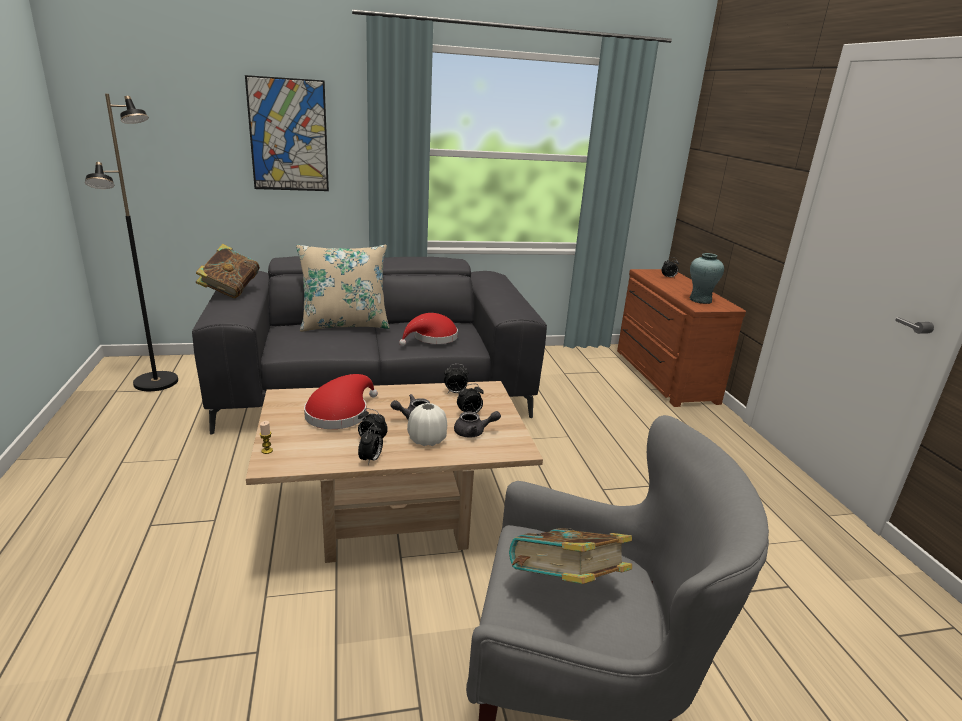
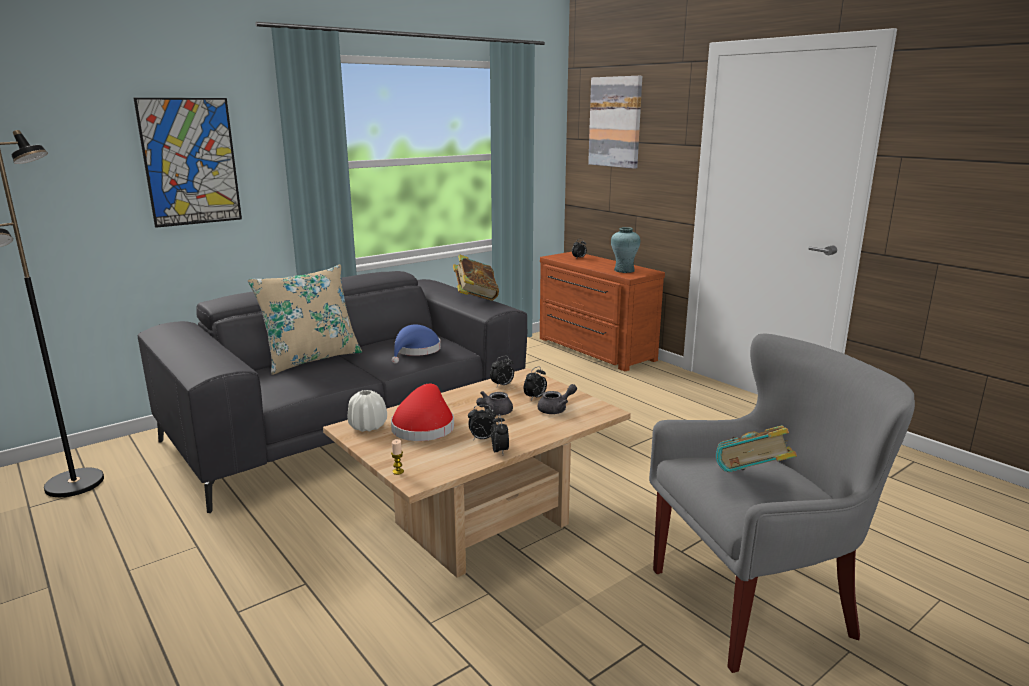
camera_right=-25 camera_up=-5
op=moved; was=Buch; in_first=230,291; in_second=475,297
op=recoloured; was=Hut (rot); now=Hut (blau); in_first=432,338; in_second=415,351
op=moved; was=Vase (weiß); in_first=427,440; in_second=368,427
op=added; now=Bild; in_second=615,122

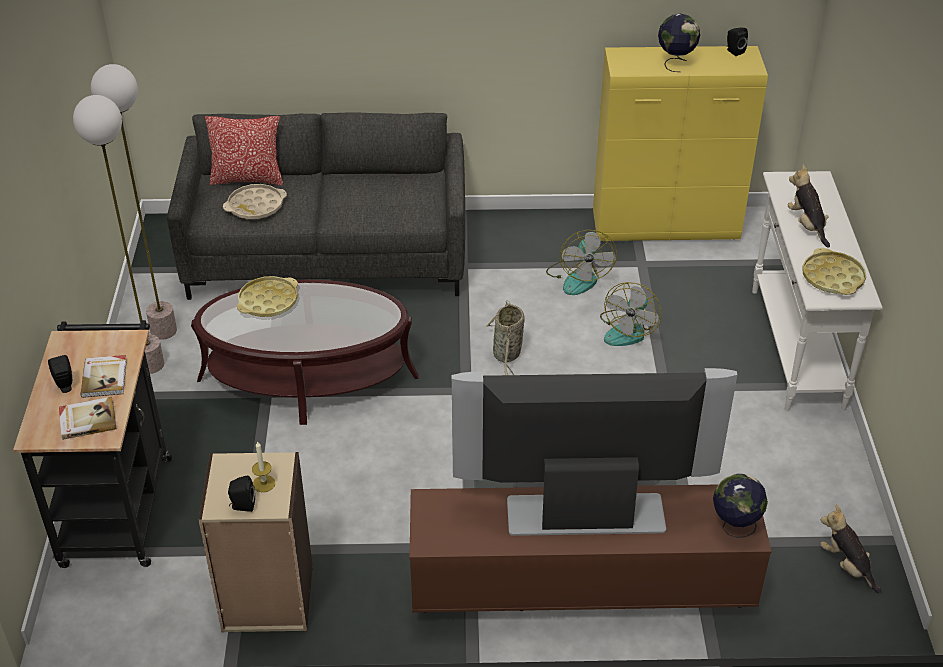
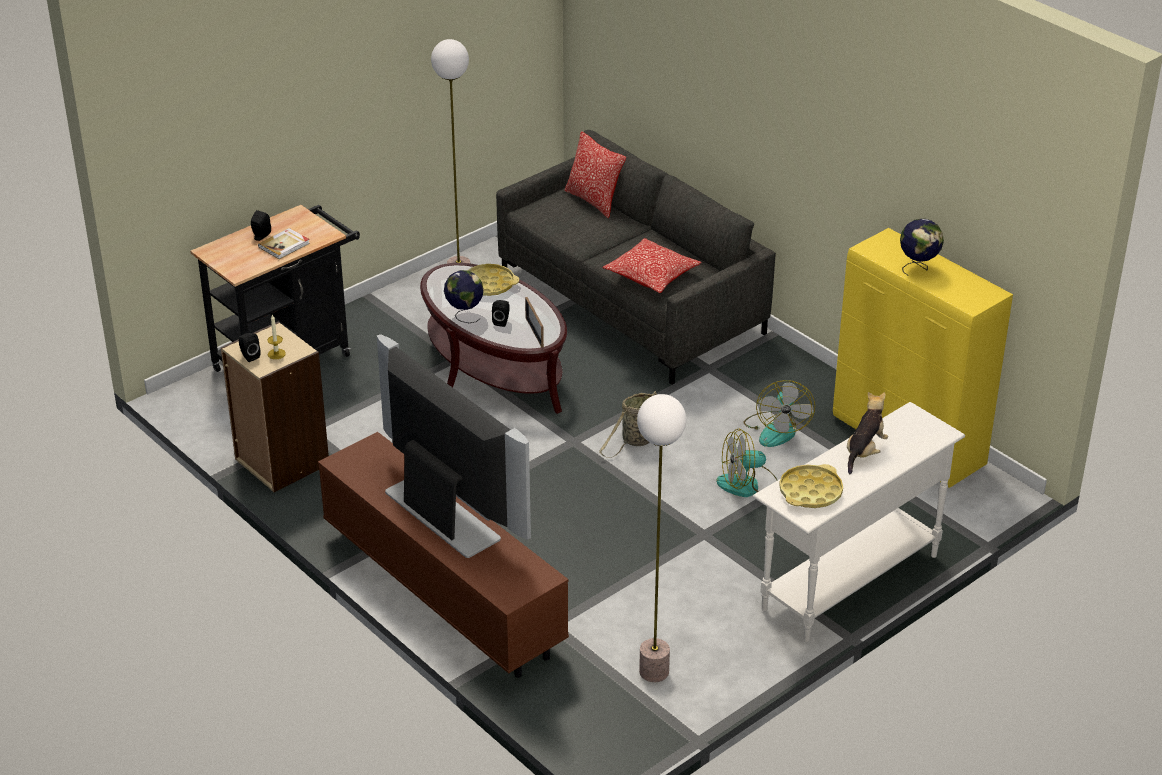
camera_right=50 camera_up=-5
op=moved; was=Lautsprecher (schwarz); in_first=734,51; in_second=502,321
op=moved; was=Stehlampe; in_first=150,365; in_second=653,672
op=removed; was=Tablett (beige); in_first=255,206
op=turned; was=Ventilator; in_first=578,277; in_second=776,429; clockwise=-45
op=removed; was=Buch; in_first=87,420
op=moved; was=Globus; in_first=734,527; in_second=464,315
op=removed; was=Plüschtier; in_first=846,565
op=added; now=Kissen; in_second=651,276
op=added; now=Bilderrahmen; in_second=534,332

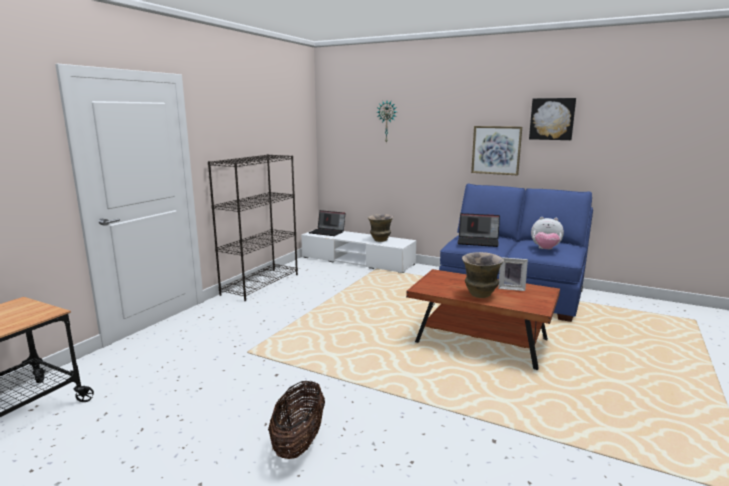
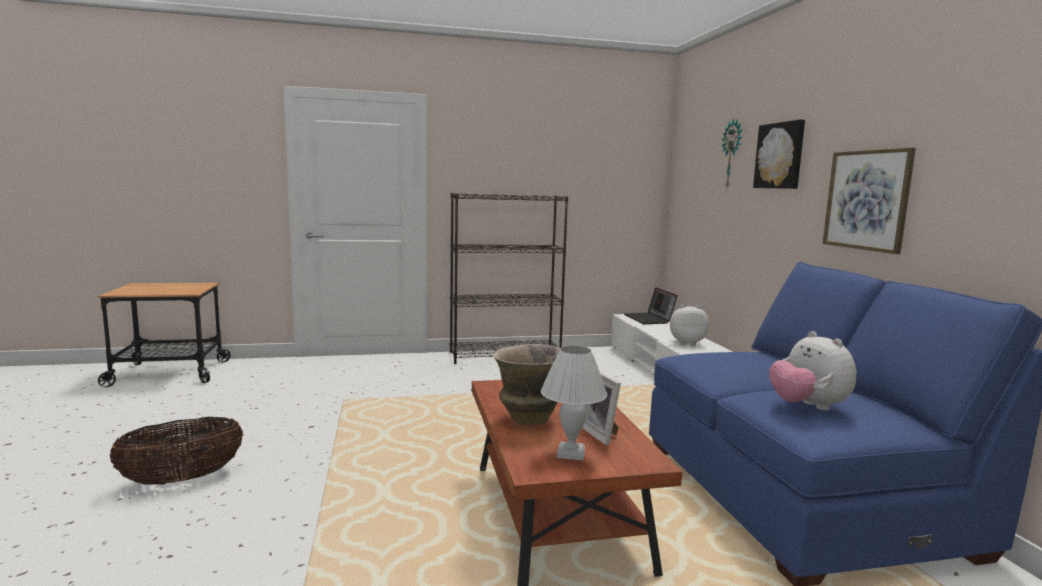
camera_right=50 camera_up=-5
op=moved; was=Bild; in_first=552,119; in_second=780,156
op=removed; was=Laptop; in_first=478,241
op=replaced; was=Vase; now=Plüschtier; in_first=380,240; in_second=686,343
op=added; now=Tischlampe (weiß); in_second=570,453

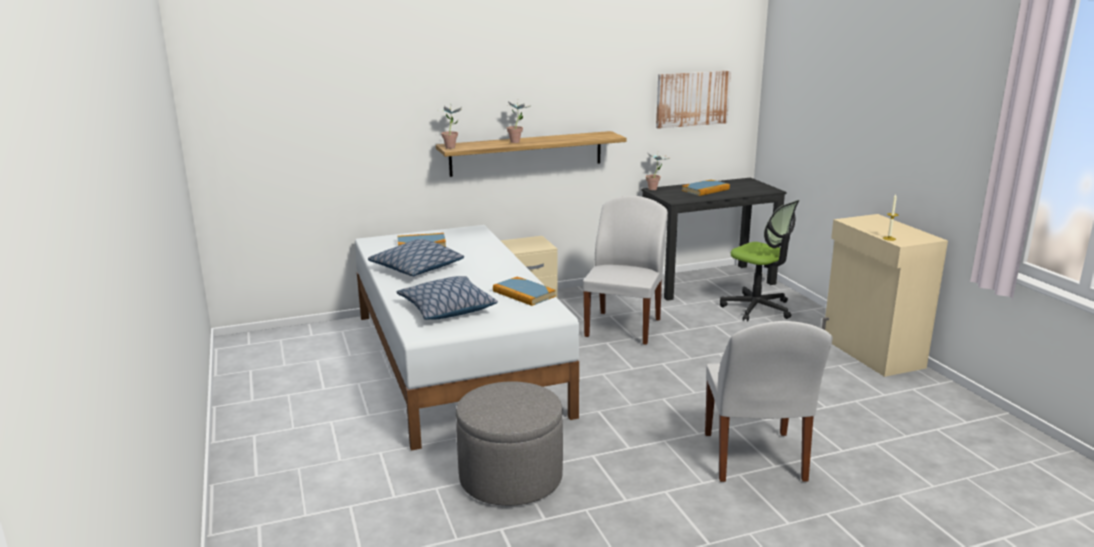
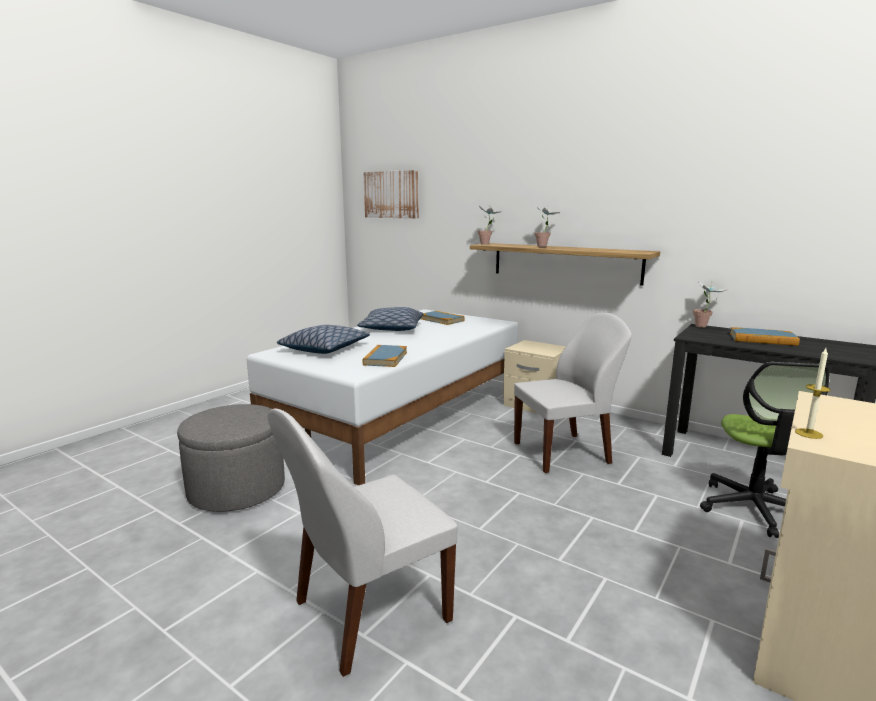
camera_right=55 camera_up=-5
op=moved; was=Bild; in_first=692,99; in_second=391,194

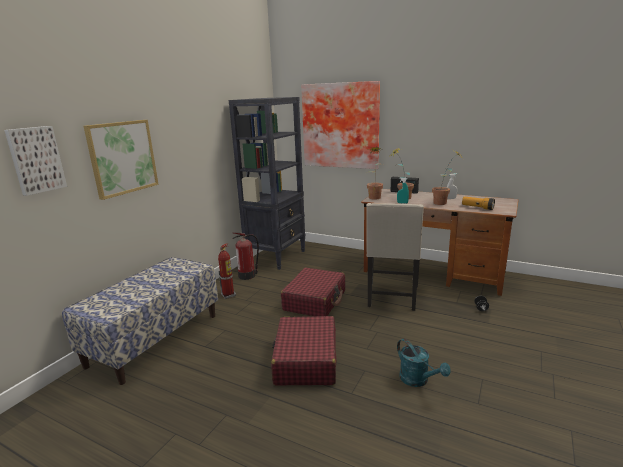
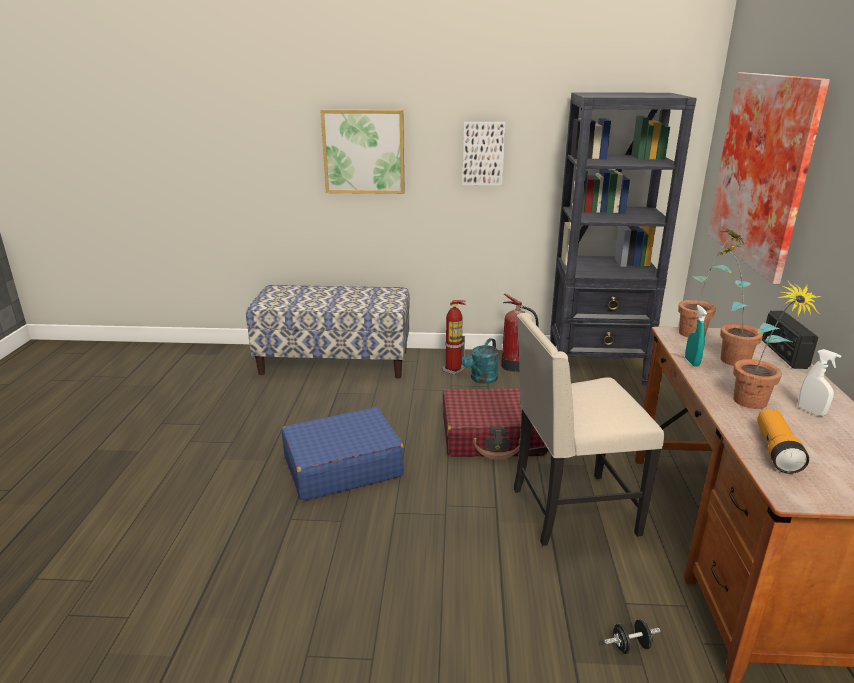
camera_right=65 camera_up=5
op=moved; was=Bild; in_first=35,160; in_second=483,153
op=recoloured; was=Koffer (rot); now=Koffer (blau); in_first=306,360; in_second=342,467
op=moved; was=Gießkanne (türkis); in_first=418,380; in_second=481,379

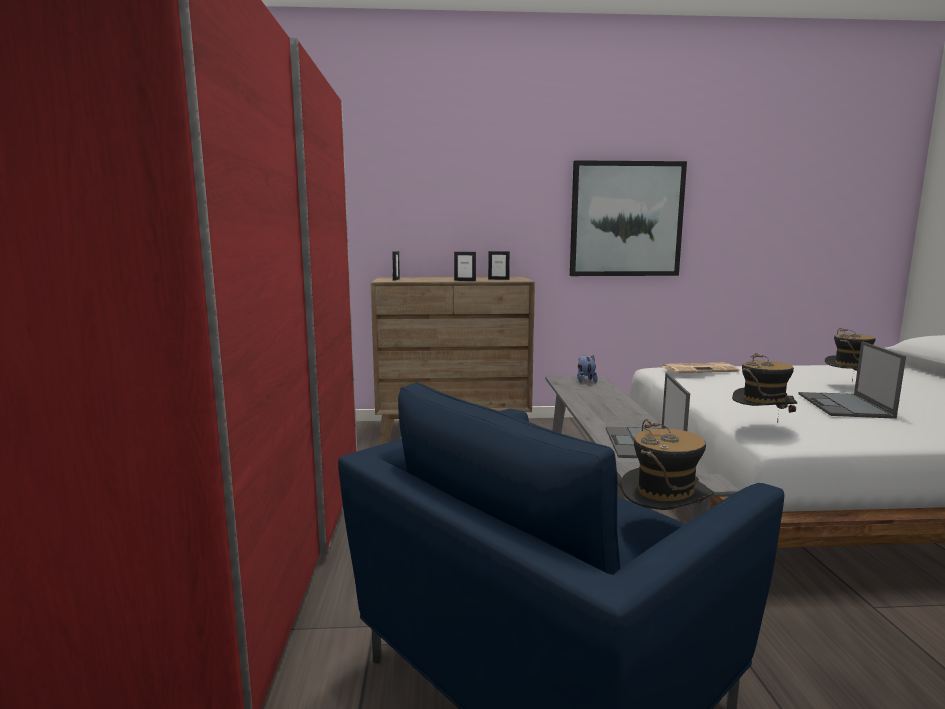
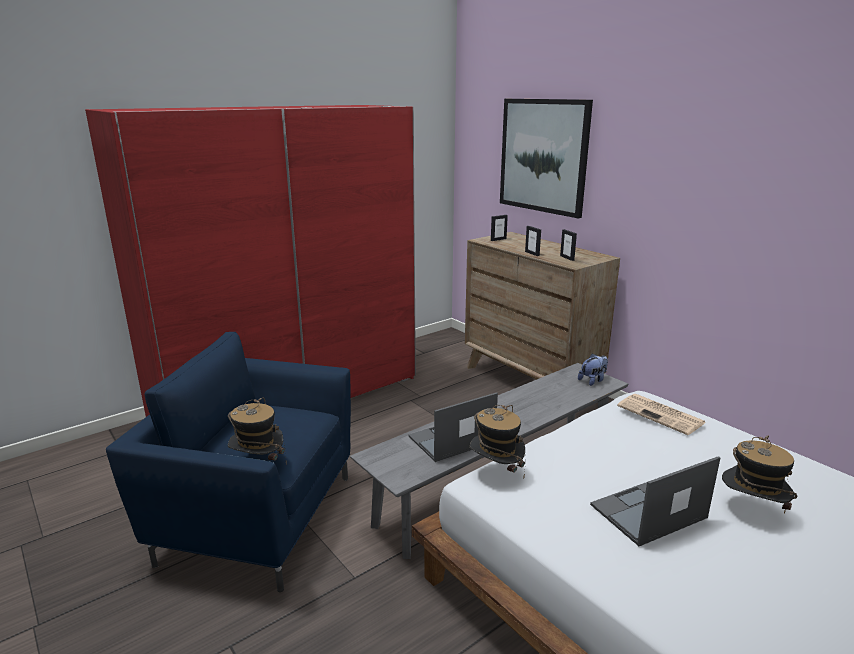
camera_right=55 camera_up=10
op=moved; was=Bild; in_first=626,219; in_second=543,156

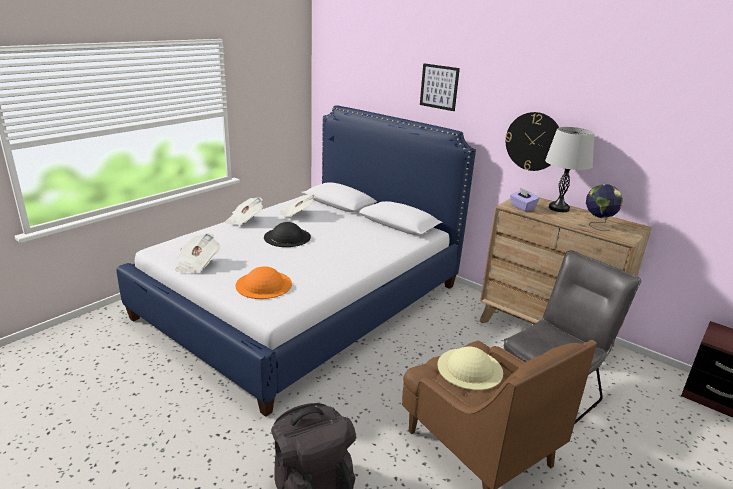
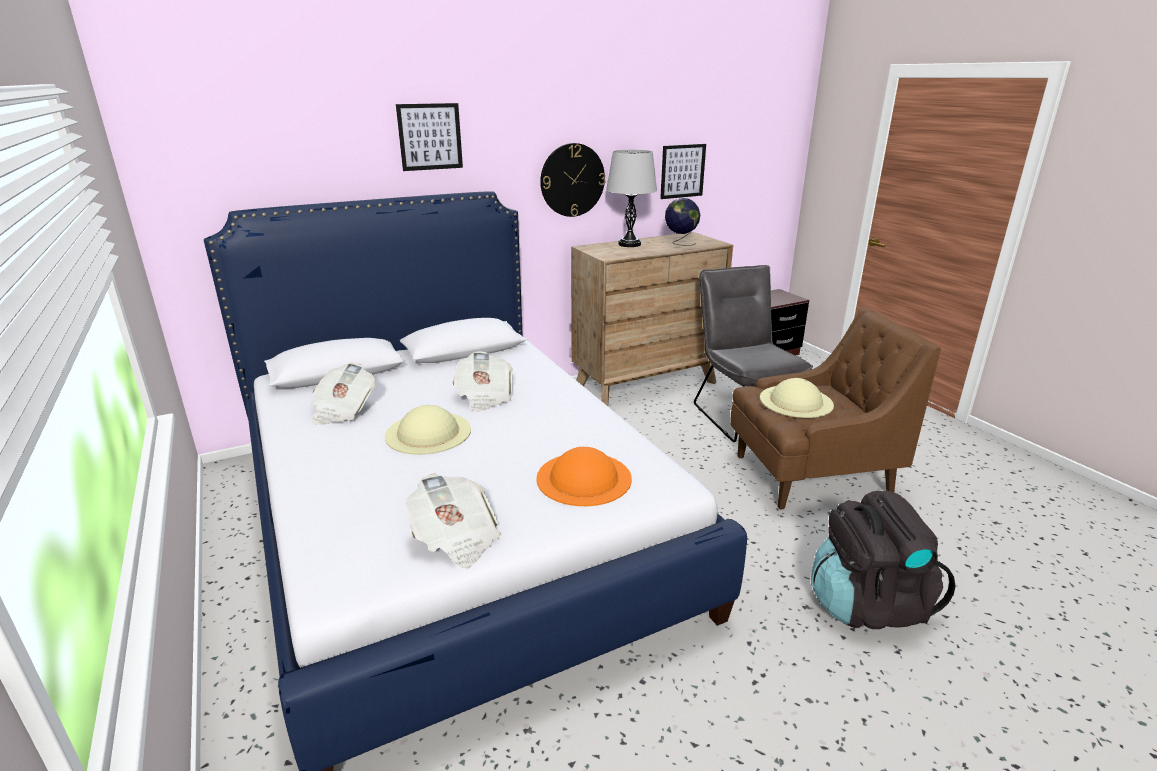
camera_right=-65 camera_up=0
op=removed; was=Taschentuchbox (lila); in_first=522,207
op=moved; was=Zeitung; in_first=244,221; in_second=484,396
op=recoloured; was=Hut (schwarz); now=Hut (beige); in_first=287,237; in_second=428,432
op=added; now=Bild; in_second=682,171

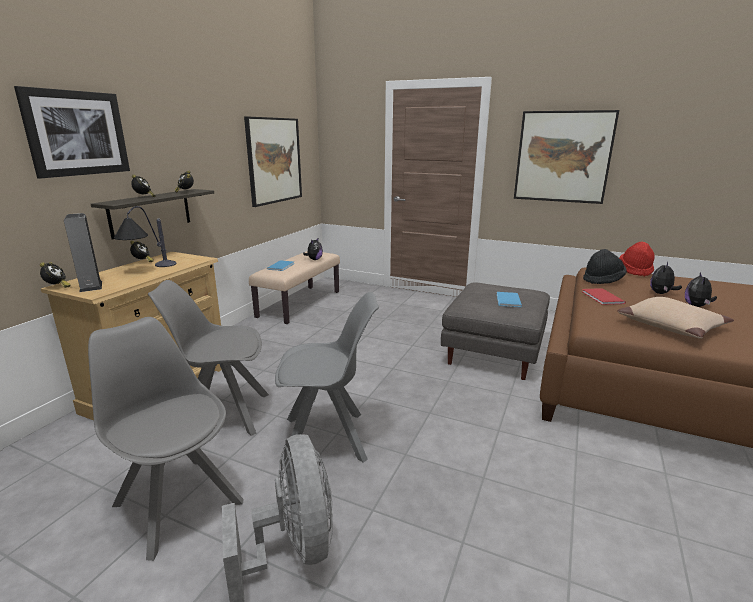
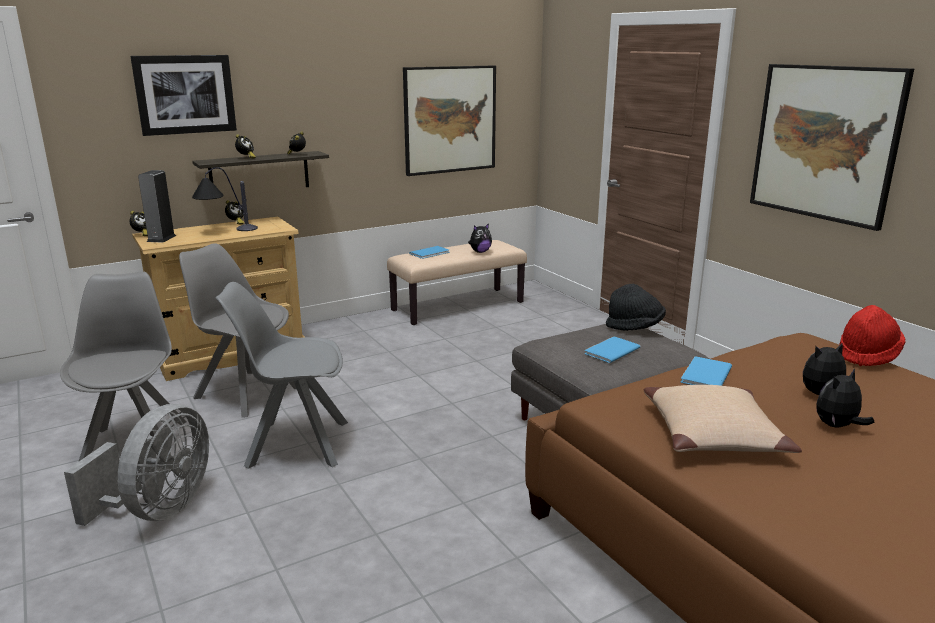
camera_right=35 camera_up=0
op=moved; was=Hut (schwarz); in_first=602,280; in_second=635,327
op=recoloured; was=Buch (rot); now=Buch (blau); in_first=602,298; in_second=704,375
op=turned; was=Stuhl (grau); in_first=328,439; in_second=295,444; clockwise=150

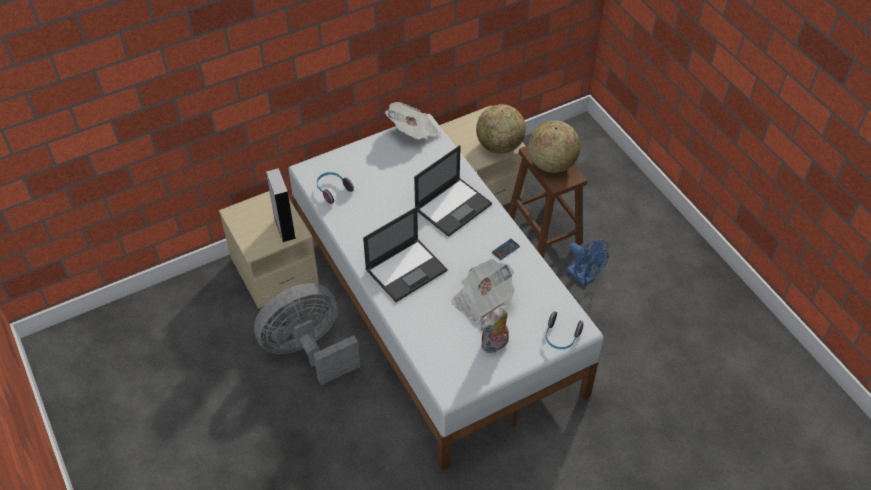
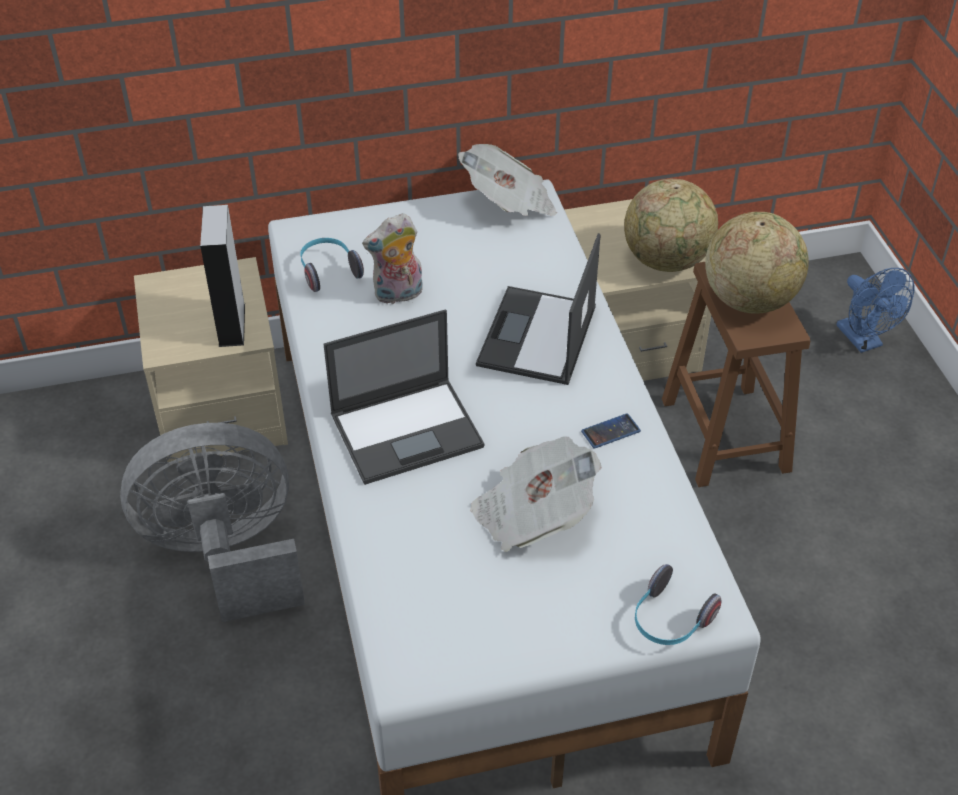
camera_right=15 camera_up=-5
op=turned; was=Laptop; in_first=453,206; in_second=537,337; clockwise=135
op=moved; was=Ventilator (blau); in_first=584,277; in_second=864,341
op=moved; was=Plüschtier; in_first=495,345; in_second=398,295

